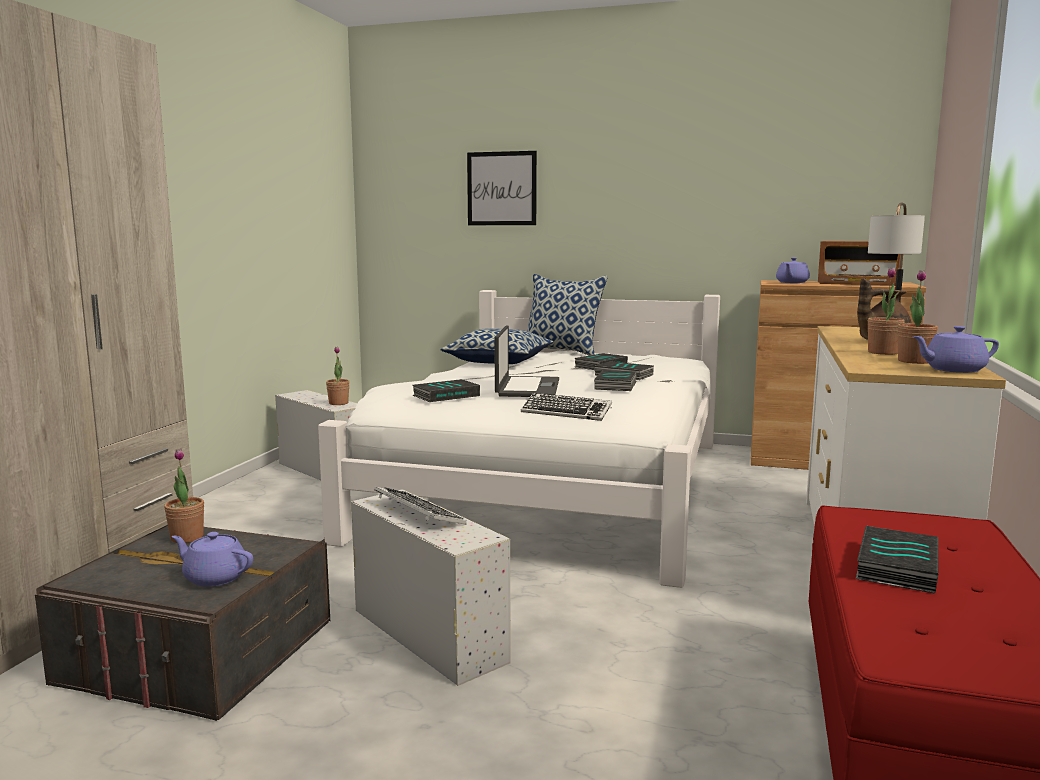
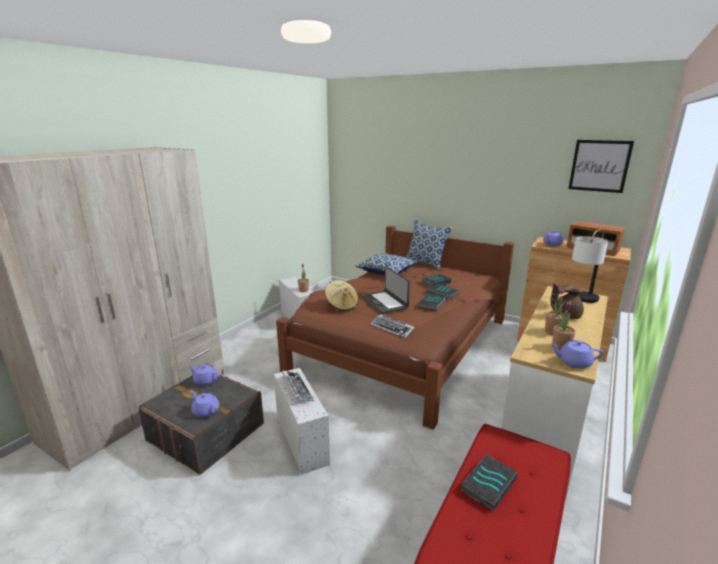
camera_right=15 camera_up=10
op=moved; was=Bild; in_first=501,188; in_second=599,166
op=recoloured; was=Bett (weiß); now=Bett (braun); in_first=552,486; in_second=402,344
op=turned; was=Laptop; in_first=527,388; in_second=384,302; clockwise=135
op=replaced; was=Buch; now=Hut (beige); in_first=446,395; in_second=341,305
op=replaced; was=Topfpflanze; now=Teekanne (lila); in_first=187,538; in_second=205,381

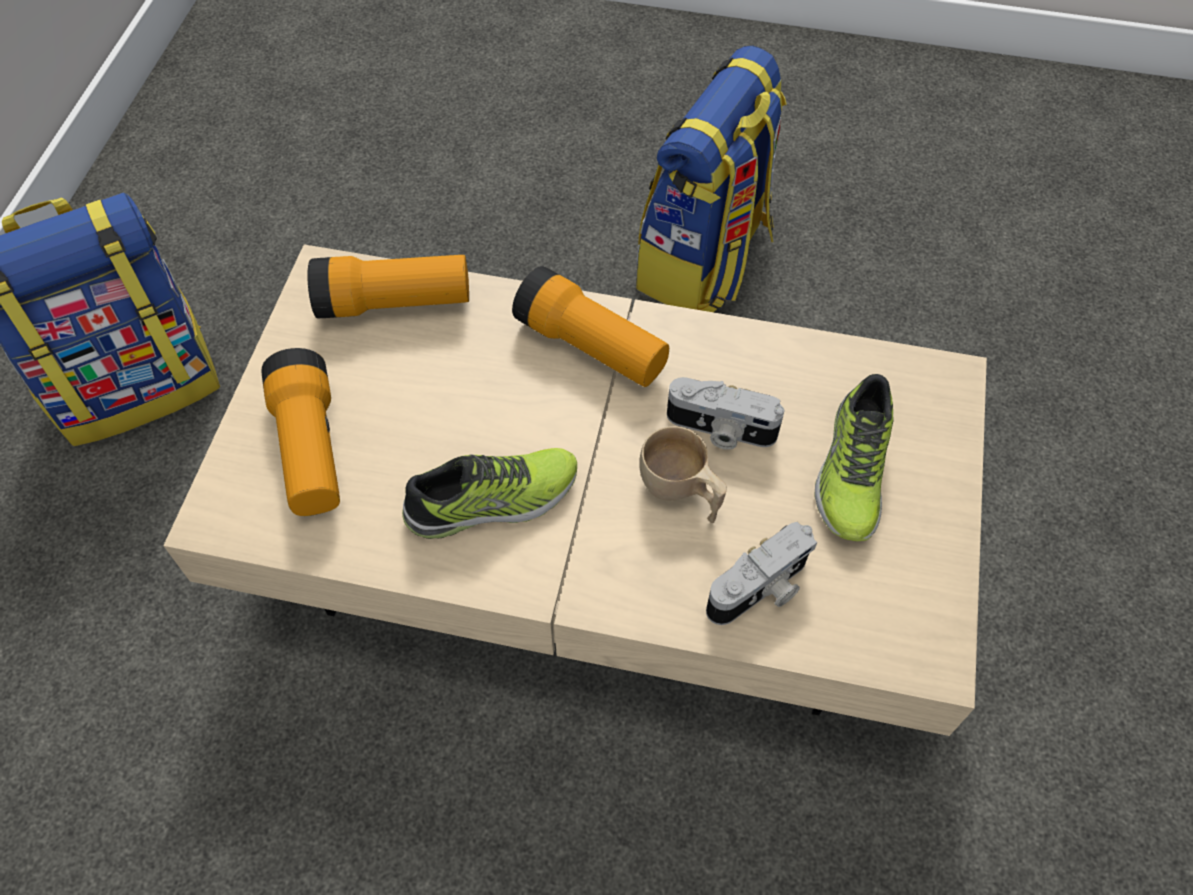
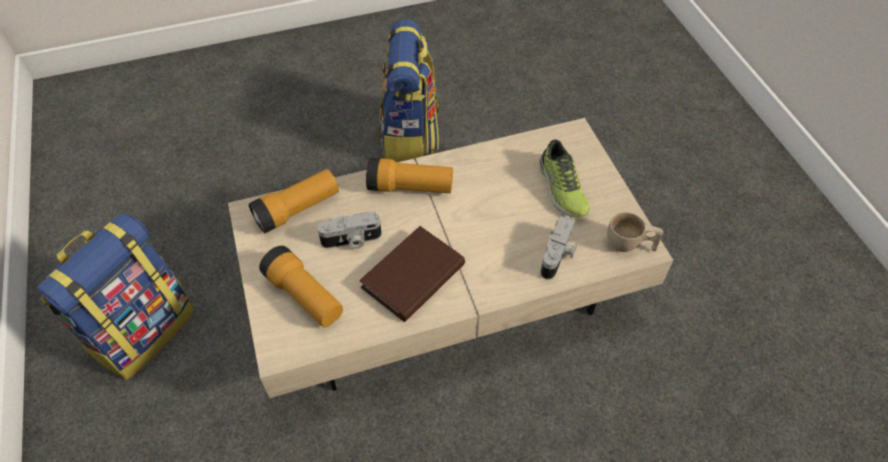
camera_right=-30 camera_up=-5
op=moved; was=Kamera; in_first=720,430; in_second=351,240
op=moved; was=Tasse (beige); in_first=681,492; in_second=630,245
op=replaced; was=Schuh; now=Buch (braun); in_first=493,501; in_second=413,276

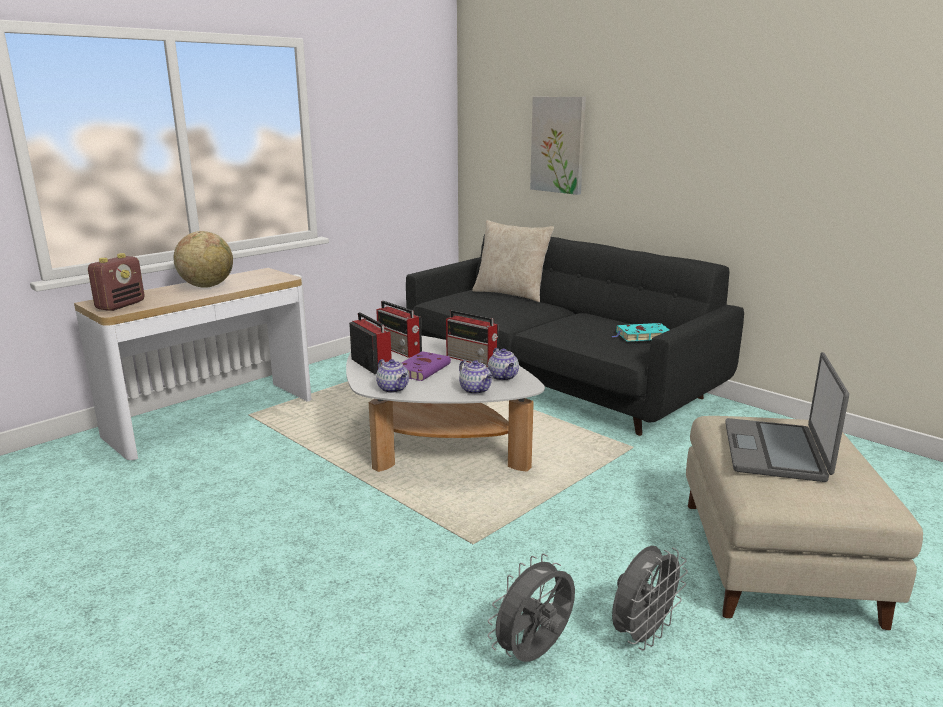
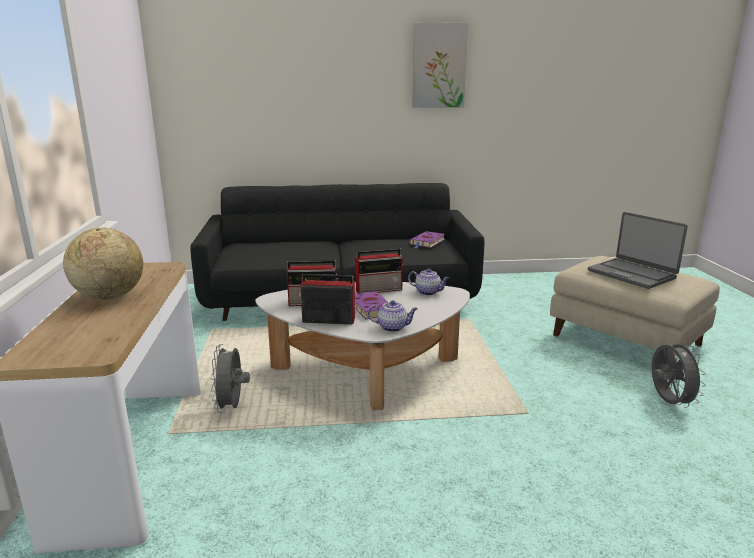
camera_right=-50 camera_up=0
op=moved; was=Bild; in_first=558,145; in_second=439,66
op=removed; was=Kissen (beige); in_first=511,294
op=removed; was=Radio; in_first=121,305
op=recoloured; was=Buch (türkis); now=Buch (lila); in_first=641,336; in_second=427,242
op=removed; was=Teekanne; in_first=476,390
op=moved; was=Ventilator (grau); in_first=535,654; in_second=232,407

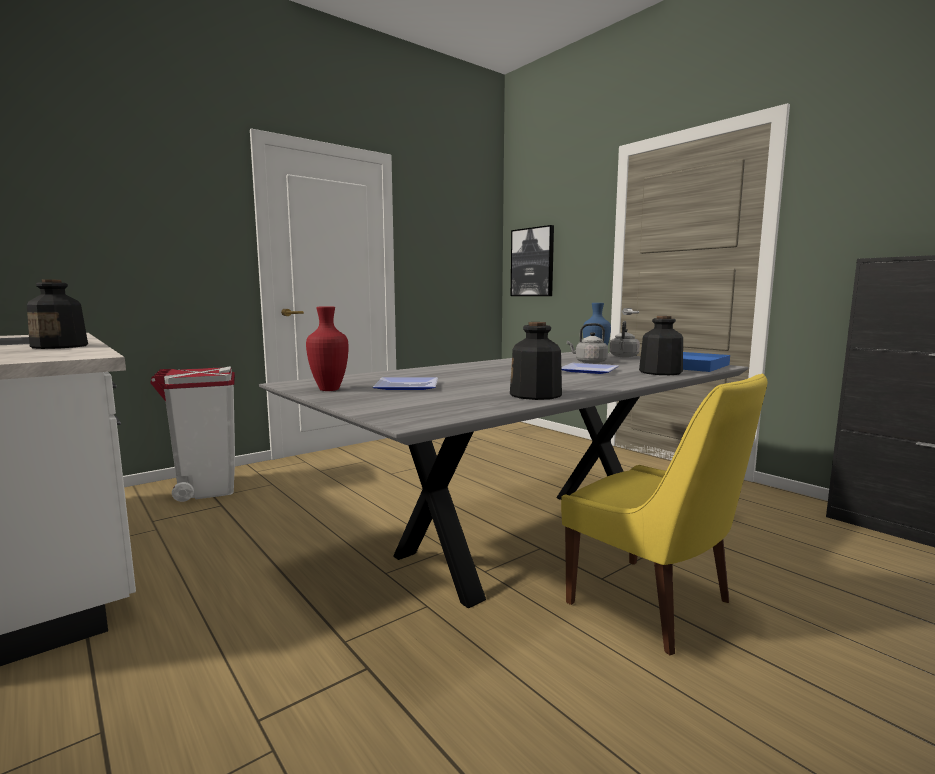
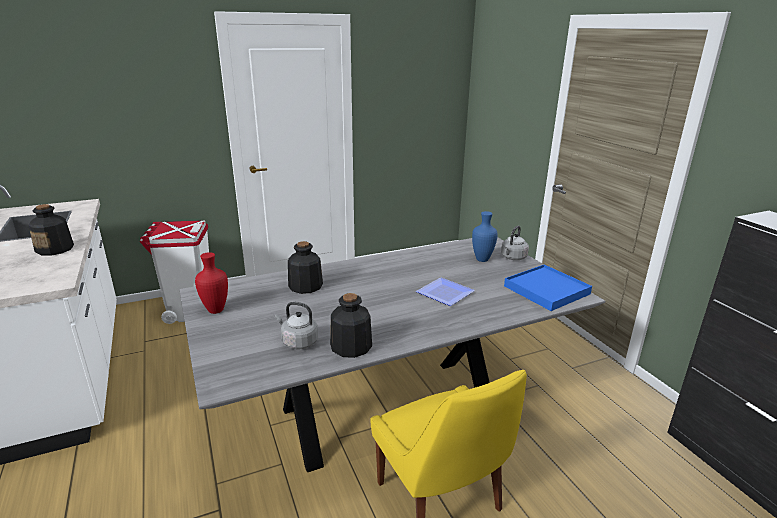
camera_right=15 camera_up=15
op=removed; was=Bild; in_first=532,262
op=moved; was=Flasche; in_first=660,372; in_second=305,286
op=moved; was=Wasserkessel (grau); in_first=589,362; in_second=298,342
op=removed; was=Teller; in_first=404,387

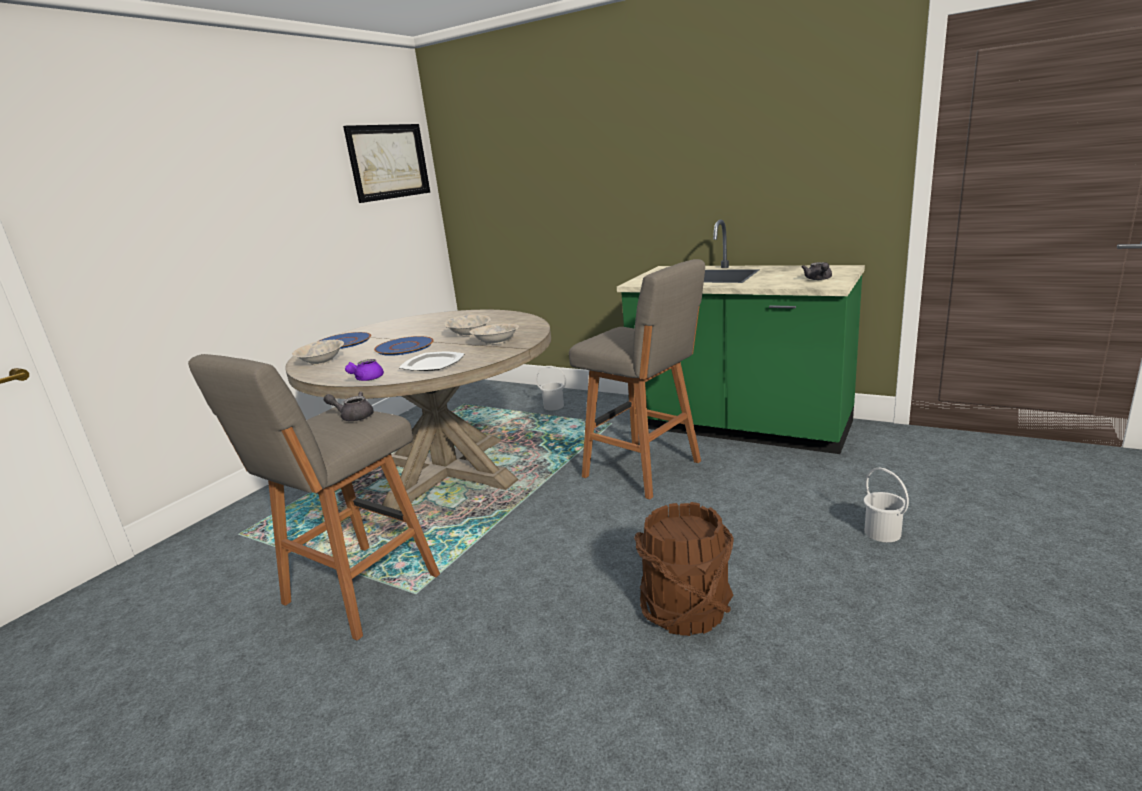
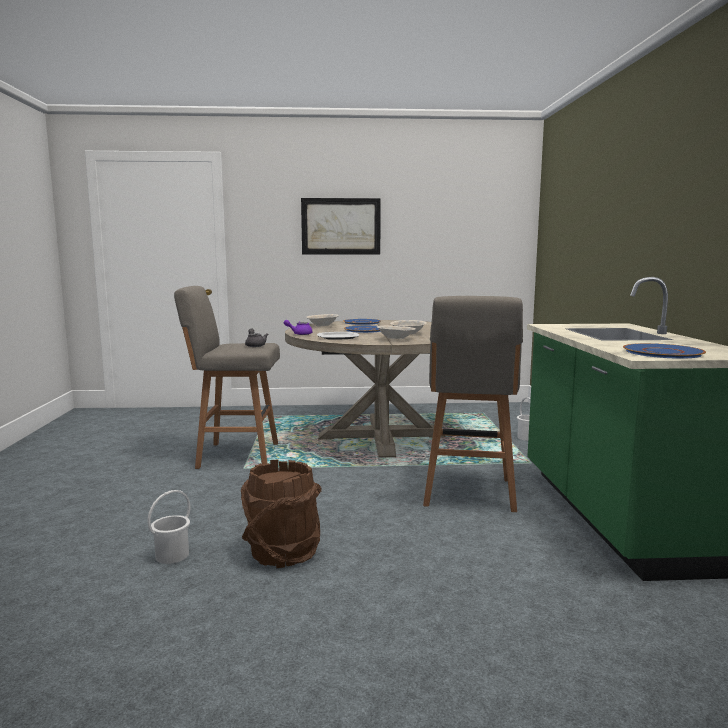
camera_right=55 camera_up=-10
op=moved; was=Bild; in_first=388,162; in_second=341,226
op=replaced; was=Teekanne (grau); now=Teller (blau); in_first=818,279; in_second=663,352
op=moved; was=Eimer (weiß); in_first=882,532; in_second=173,555

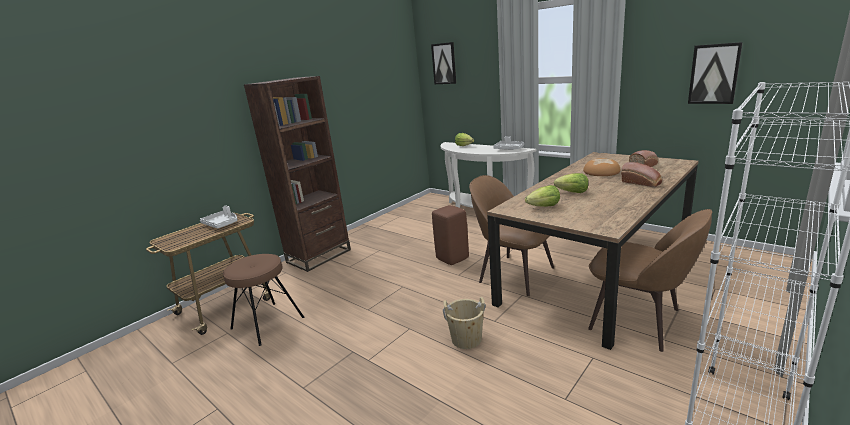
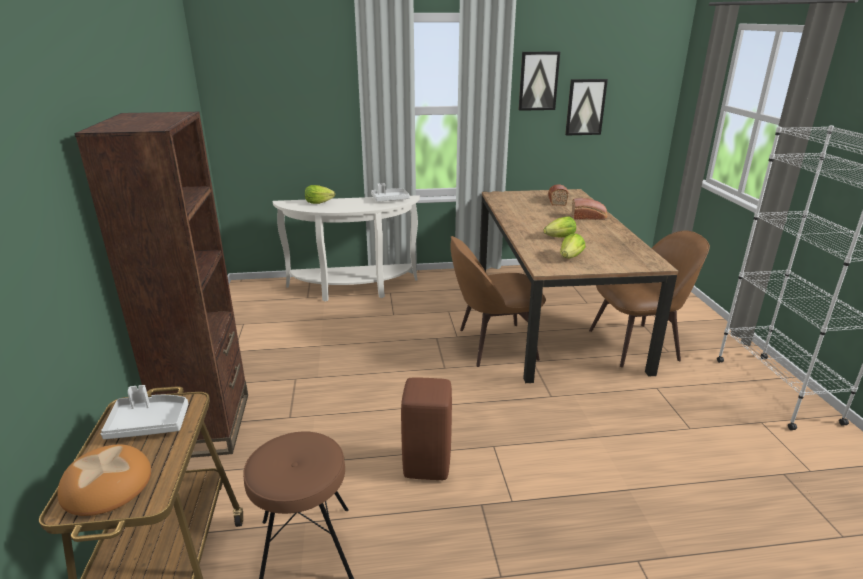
camera_right=-50 camera_up=5
op=moved; was=Bild; in_first=444,63; in_second=538,81
op=moved; was=Brot; in_first=601,171; in_second=106,484
op=moved; was=Hocker (braun); in_first=452,258; in_second=426,465
op=removed; was=Eimer (beige); in_first=466,339

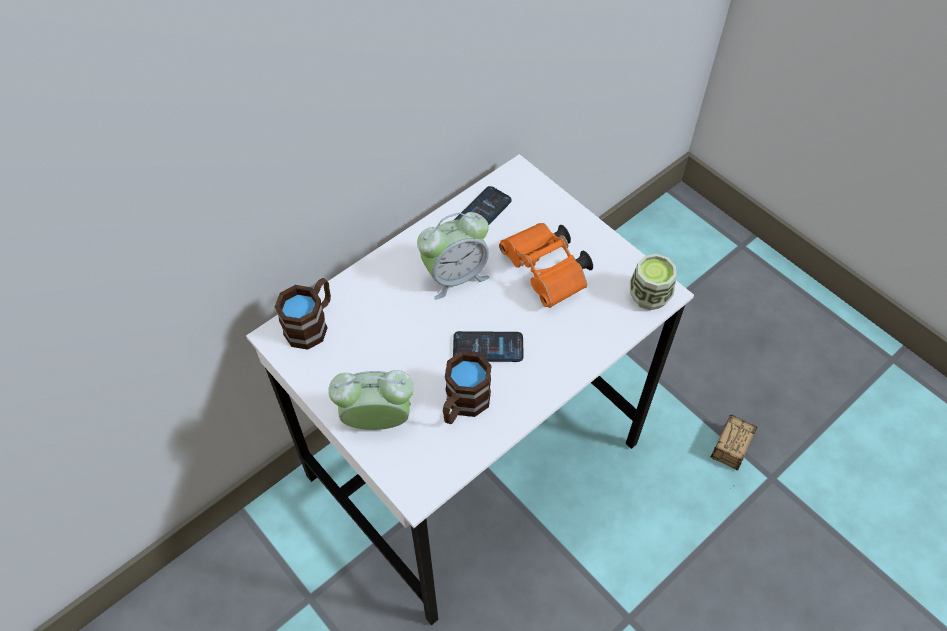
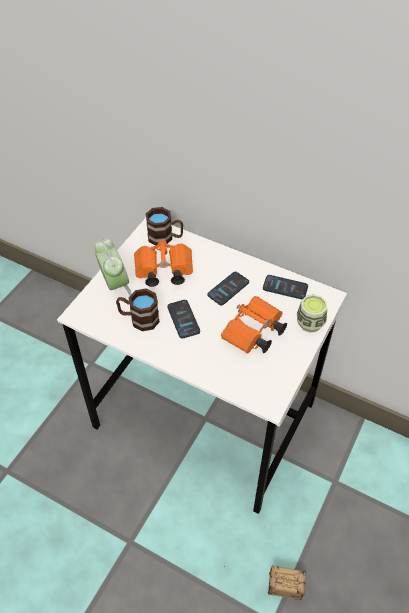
camera_right=70 camera_up=-5
op=replaced; was=Wecker; now=Handy; in_first=455,276; in_second=228,289
op=moved; was=Tasse; in_first=649,296; in_second=310,323
op=added; now=Fernglas (orange); in_second=162,272

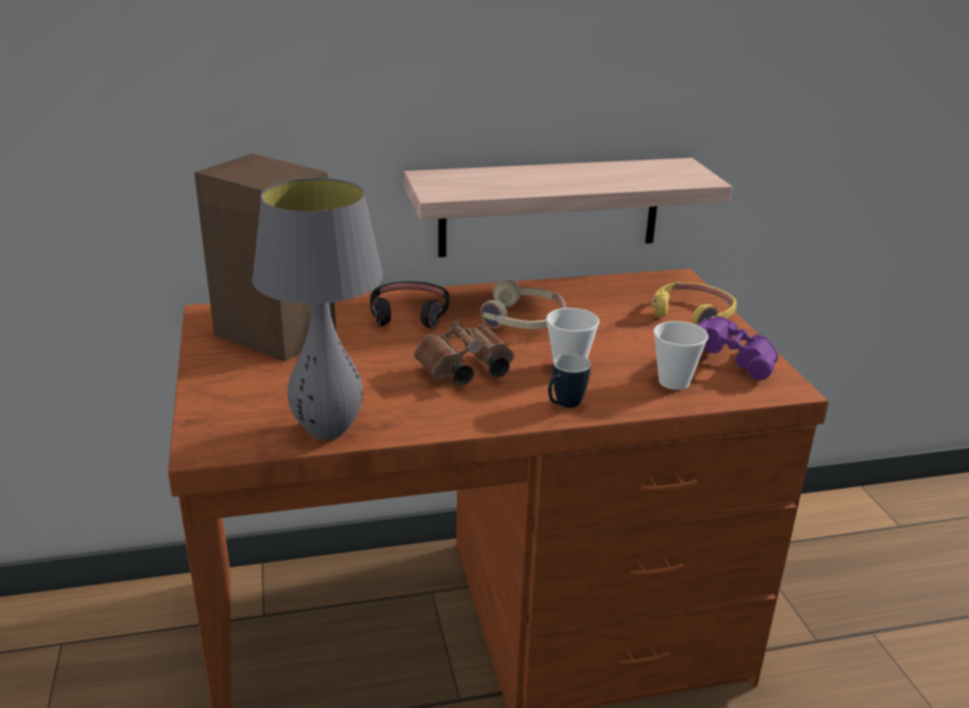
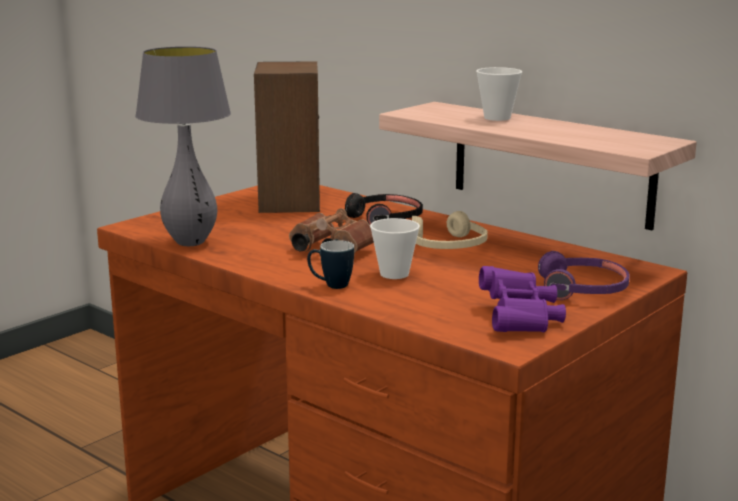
camera_right=55 camera_up=-10
op=recoloured; was=Kopfhörer (gelb); now=Kopfhörer (lila); in_first=692,314; in_second=583,289
op=moved; was=Tasse; in_first=674,382; in_second=497,118

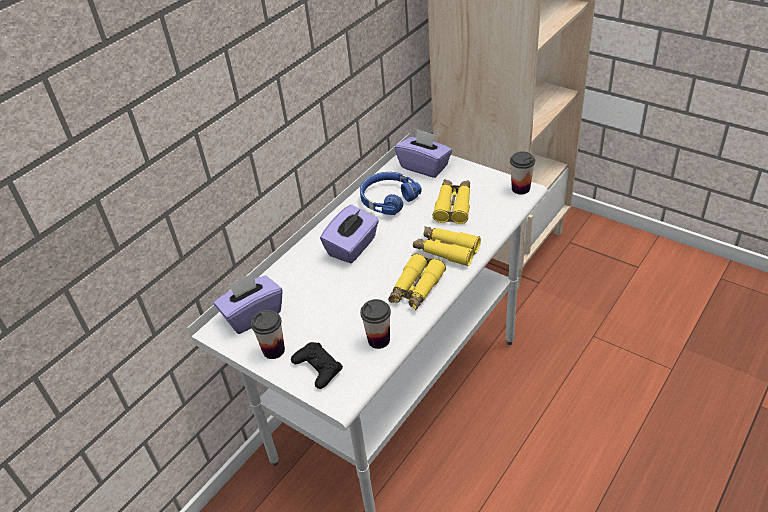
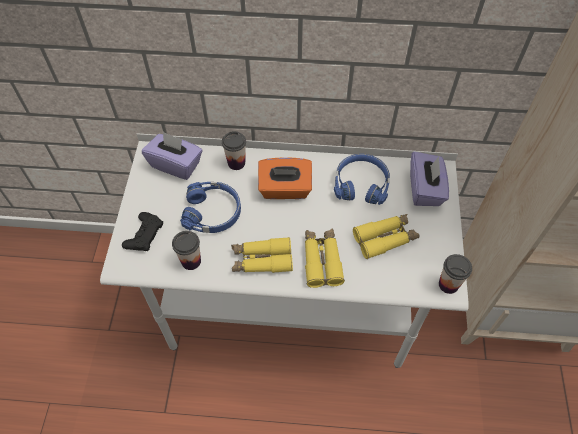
camera_right=55 camera_up=15
op=recoloured; was=Taschentuchbox (lila); now=Taschentuchbox (orange); in_first=352,247; in_second=285,189
op=moved; was=Tasse; in_first=273,350; in_second=236,163
op=added; now=Kopfhörer (blau); in_second=213,212

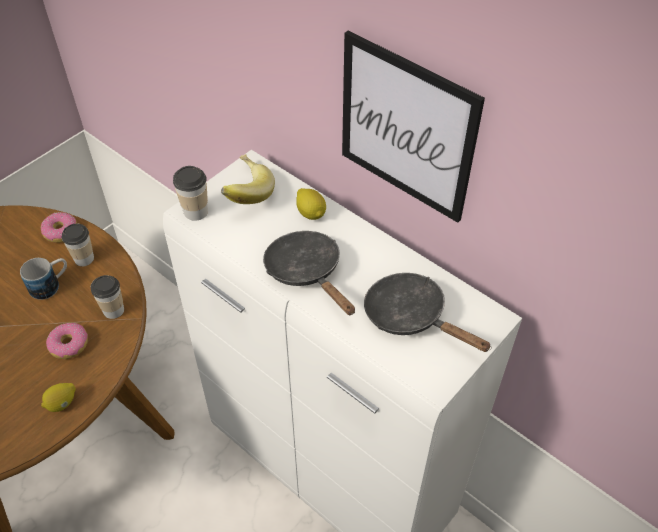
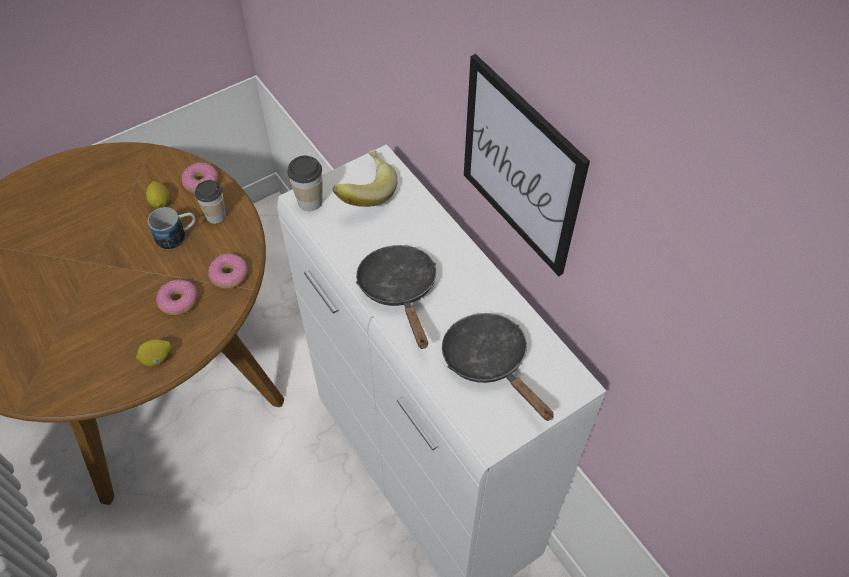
camera_right=15 camera_up=5
op=moved; was=Zitrone; in_first=311,213; in_second=160,202
op=replaced; was=Tasse; now=Donut; in_first=113,310; in_second=229,275

